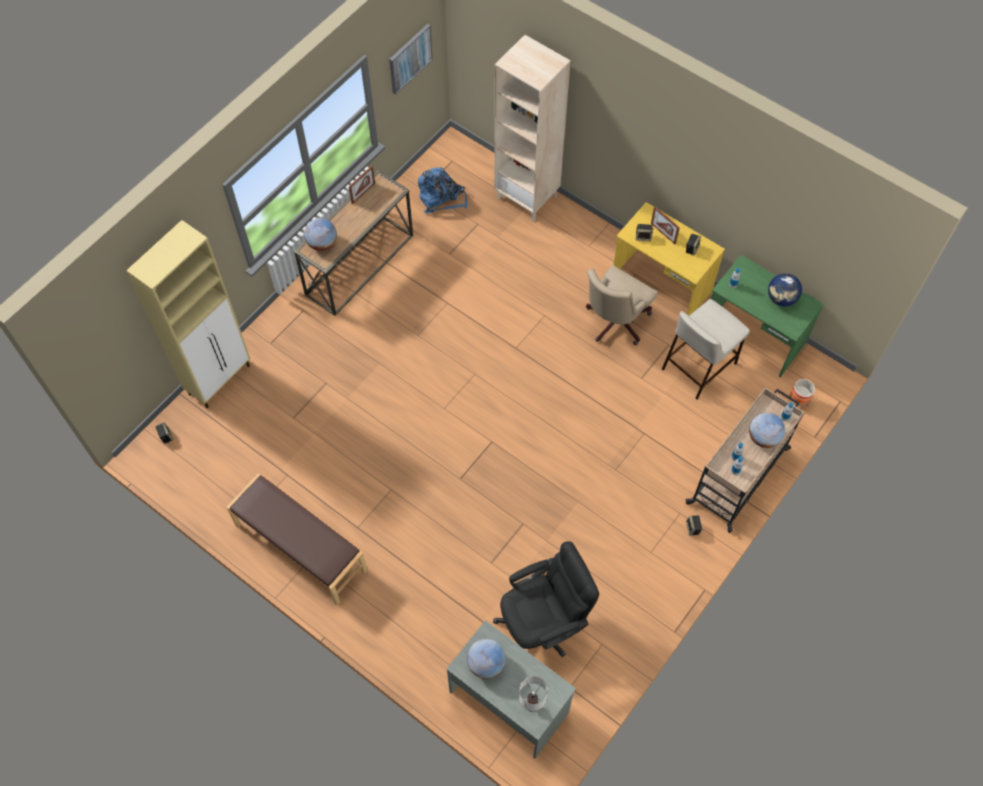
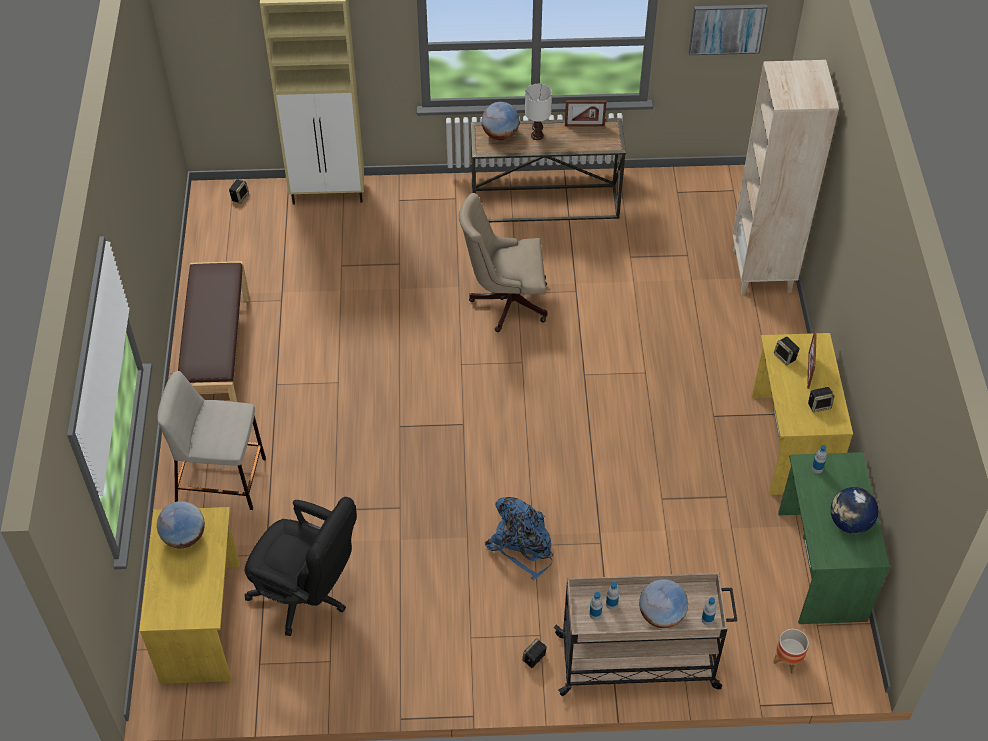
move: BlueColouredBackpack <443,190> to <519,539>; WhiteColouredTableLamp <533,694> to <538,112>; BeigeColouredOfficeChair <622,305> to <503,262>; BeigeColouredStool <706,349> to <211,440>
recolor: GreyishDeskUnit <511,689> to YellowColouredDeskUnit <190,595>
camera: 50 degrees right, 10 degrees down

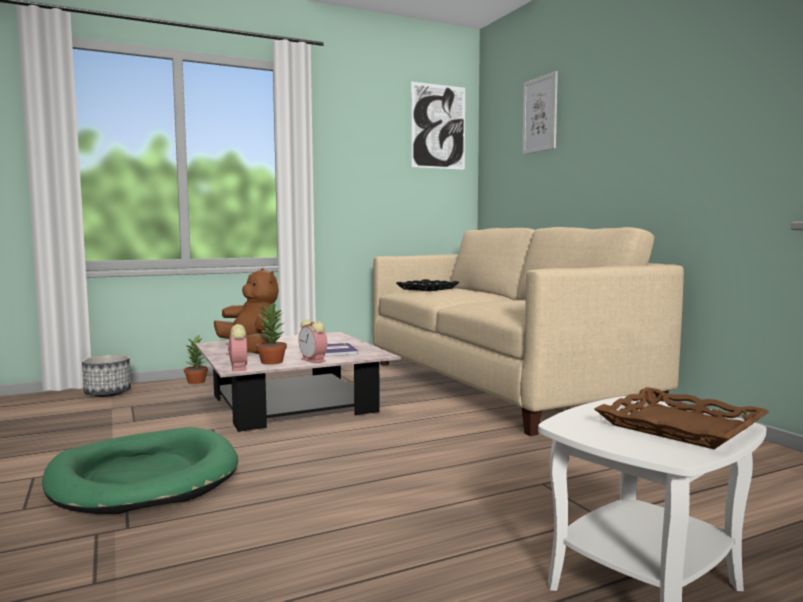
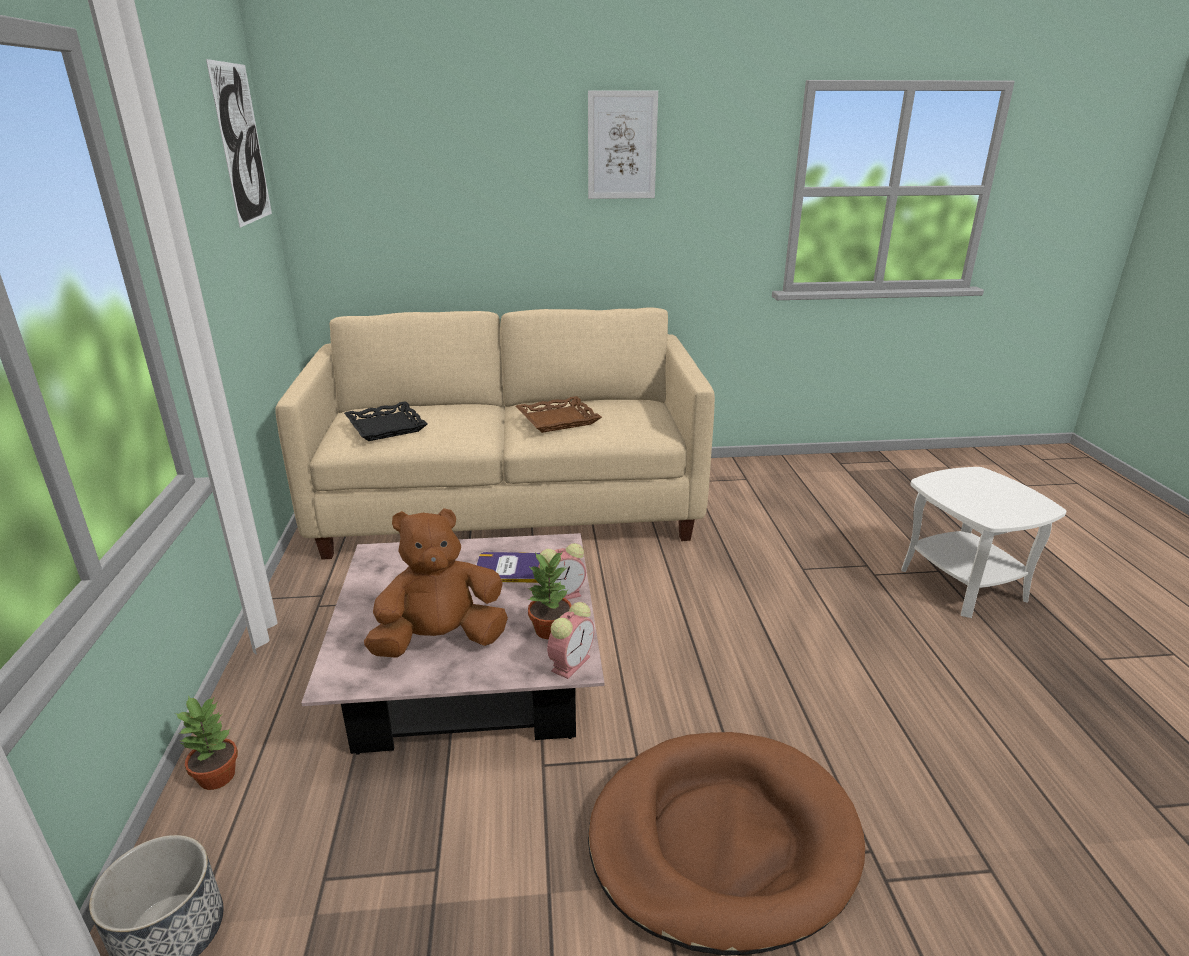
move: WallArt <540,113> to <623,144>; BrownColouredCarryingTray <682,418> to <559,414>
recolor: GreenishDogCushion <140,470> to BrownColouredDogCushion <726,844>
rotate: BedsideClock <237,348> = <570,640> 120 degrees clockwise
camera: 70 degrees left, 20 degrees up

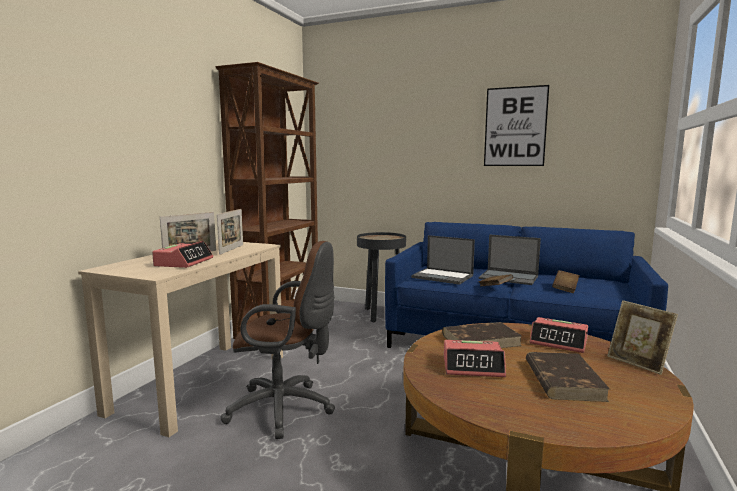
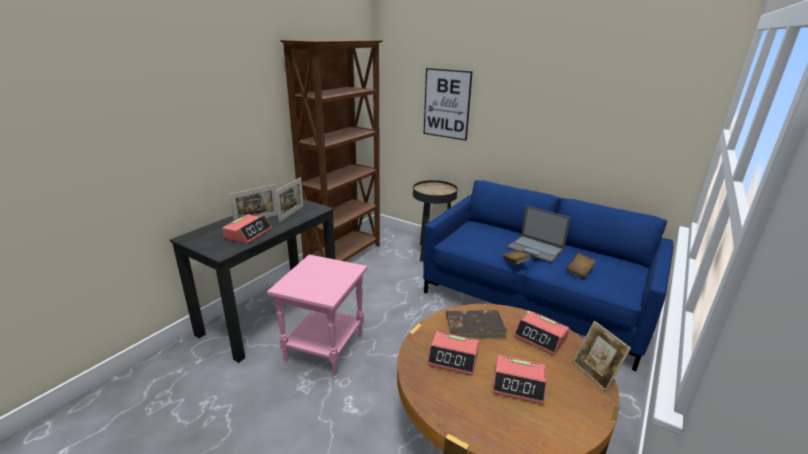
delete: Laptop <443,260>
move: WallArt <516,125> to <448,104>
replace: BrownColouredOfficeChair <277,340> to PinkColouredSideTable <317,315>; BrownColouredVolume <568,377> to BedsideClock <520,380>
recolor: BeigeColouredDeskUnit <180,338> to BlackDeskUnit <253,281>
camera: 10 degrees right, 15 degrees up

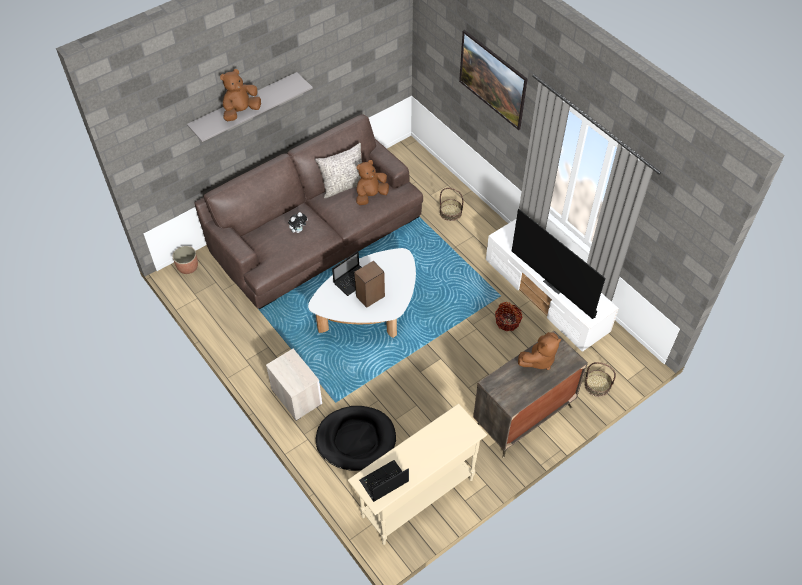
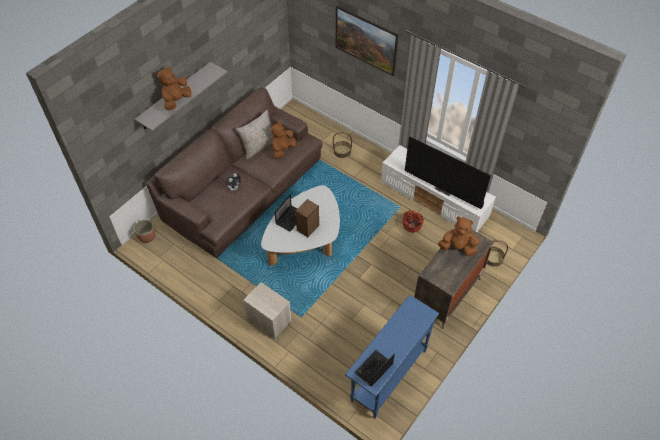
delete: BlackDogCushion <356,438>
recolor: BeigeColouredConsoleTable <417,474> to BlueColouredConsoleTable <392,357>
rotate: BrownColouredPlushToy <539,351> = <458,236> 120 degrees counterclockwise
camera: 15 degrees left, 0 degrees up

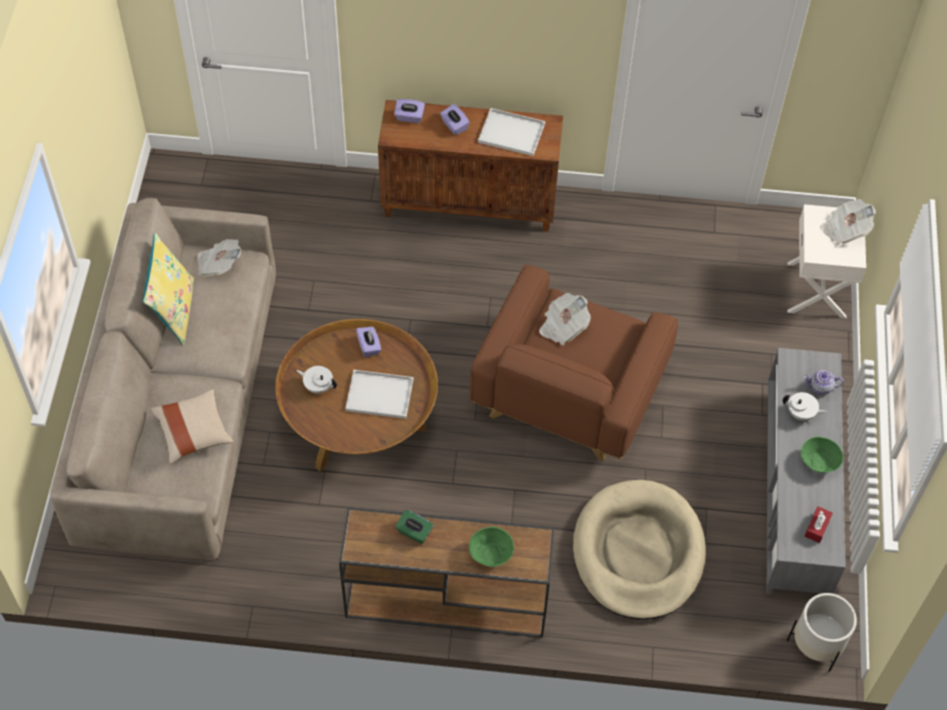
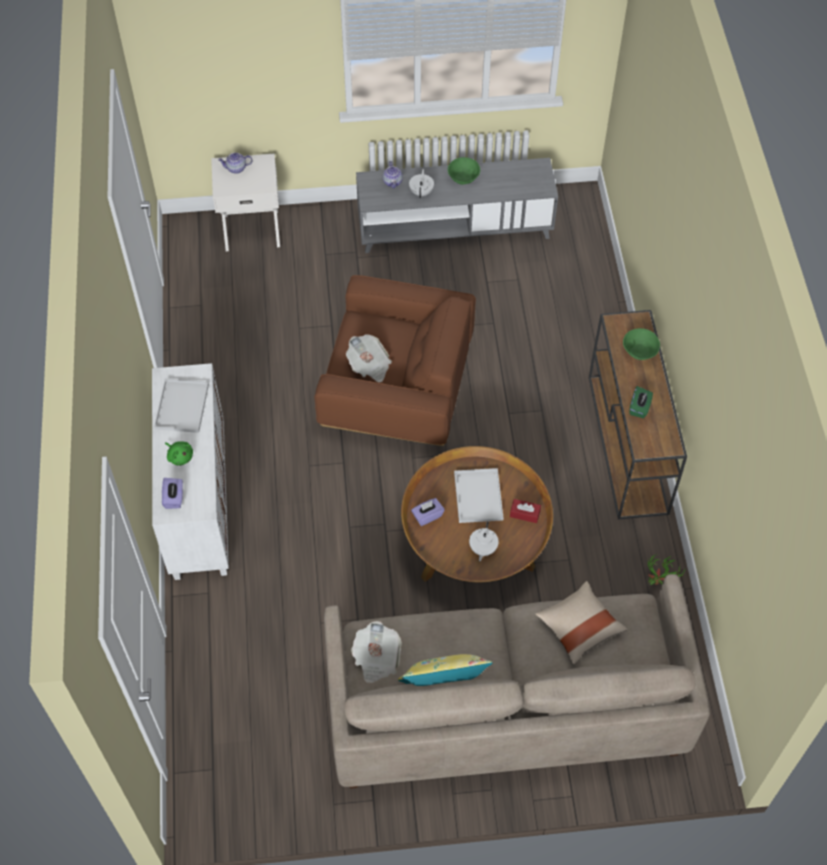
delete: BeigeColouredDogCushion <639,550>; WhiteColouredPlantPot <822,632>
insert: Houseplant <666,569>
move: ReddishTissueBox <819,524> to <525,511>
replace: PurpleTissueBox <455,119> to GreenishPlushToy <179,453>; DailyPaper <848,222> to TeaPot <235,163>
recolor: BrownColouredCupboard <470,166> to WhiteColouredCupboard <190,471>
camera: 100 degrees left, 0 degrees up

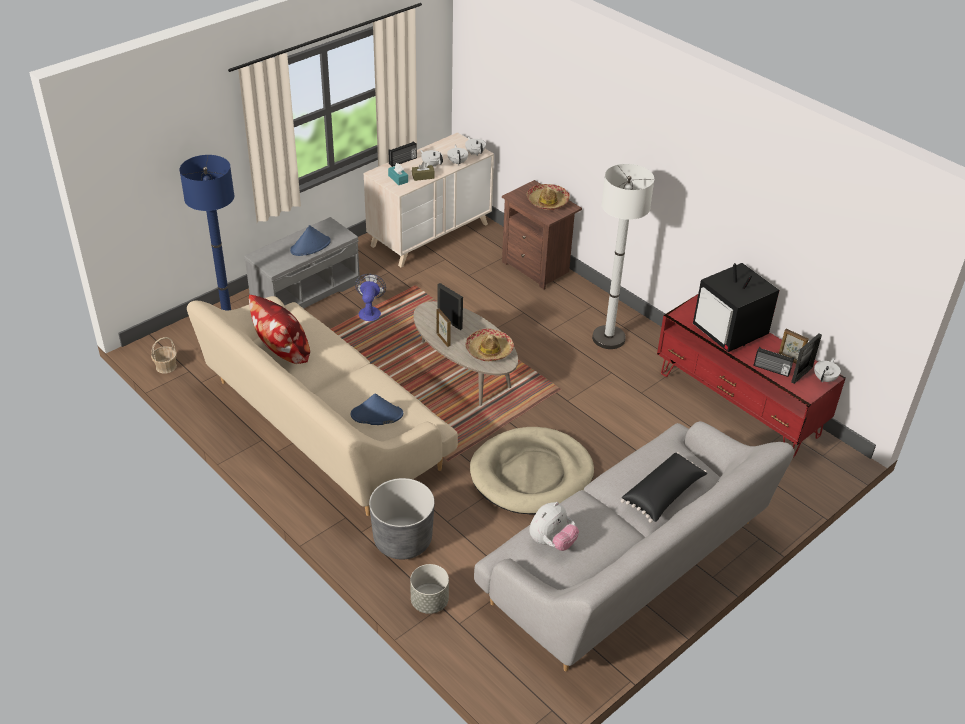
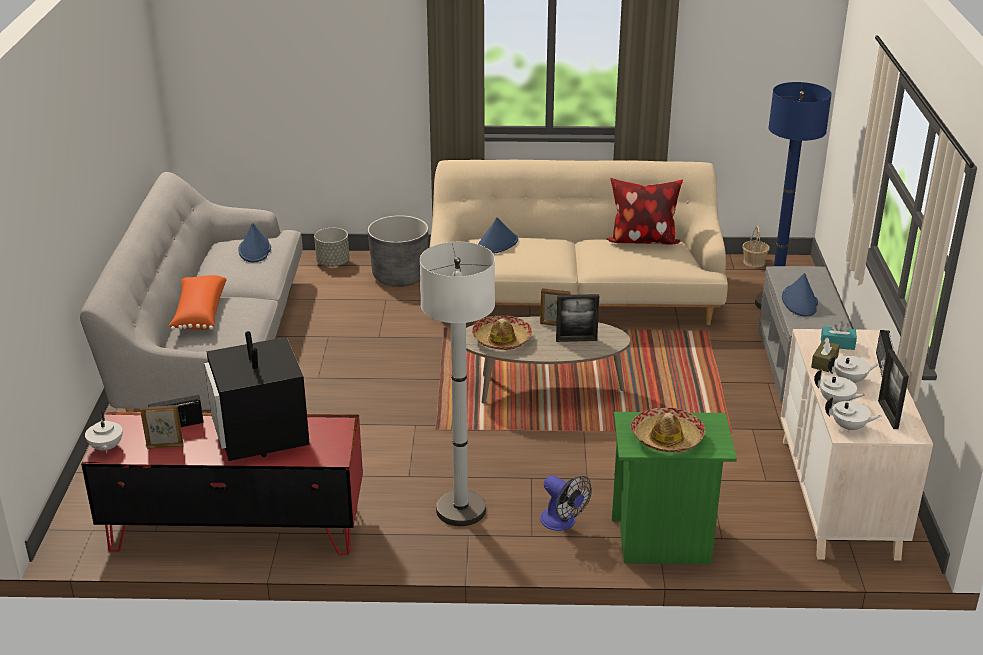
delete: BeigeColouredDogCushion <532,471>
move: Fan <370,297> to <566,503>; StandingFrame <806,358> to <893,389>
replace: PlushToy <554,526> to BlueColouredWearableHat <254,242>
recolor: BrownColouredNightstand <542,235> to GreenishNightstand <674,488>; BlackPillow <664,487> to OrangeyPillow <197,302>
rotate: TvSet <736,307> = <257,396> 120 degrees counterclockwise
camera: 135 degrees right, 10 degrees down

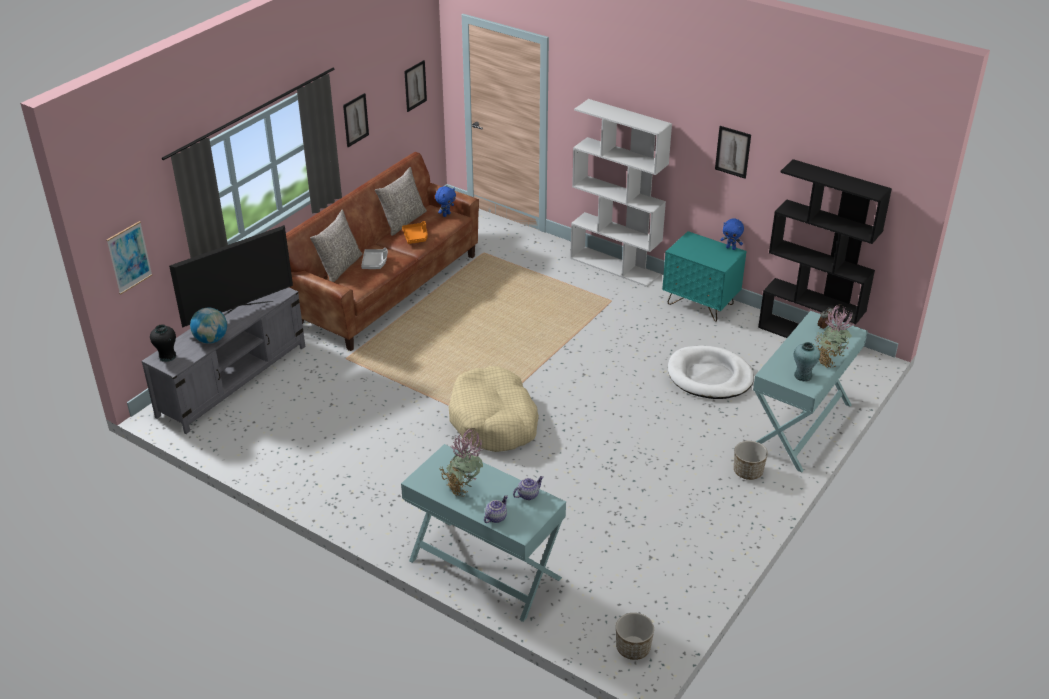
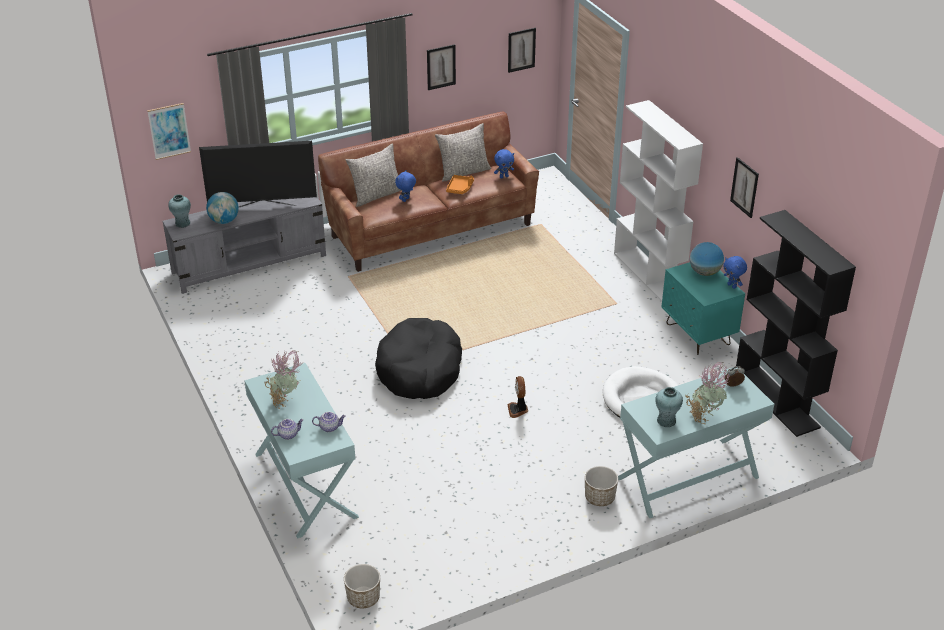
insert: Fan <517,397>; DeskGlobe <707,259>
replace: GreyishCarryingTray <374,258> to BlueColouredPlushToy <405,186>
recolor: BlackFlowerVase <163,343> to BlueGreenFlowerVase <179,211>; BeigeColouredDogCushion <494,409> to BlackDogCushion <418,358>
camera: 30 degrees right, 0 degrees up

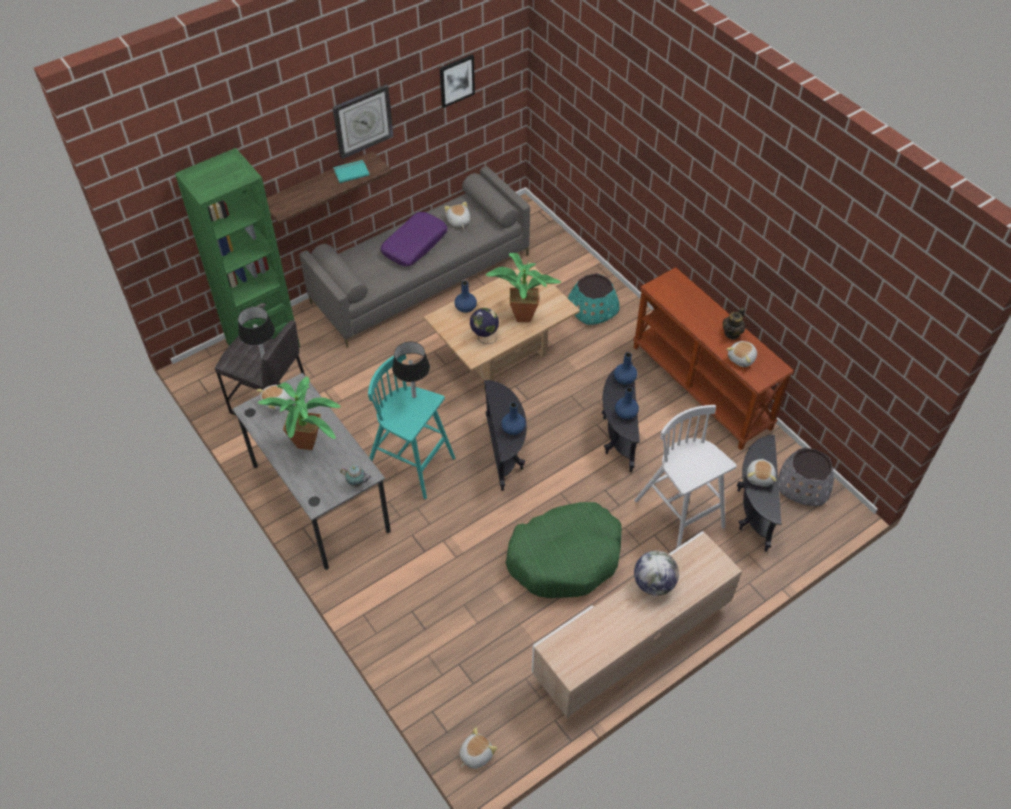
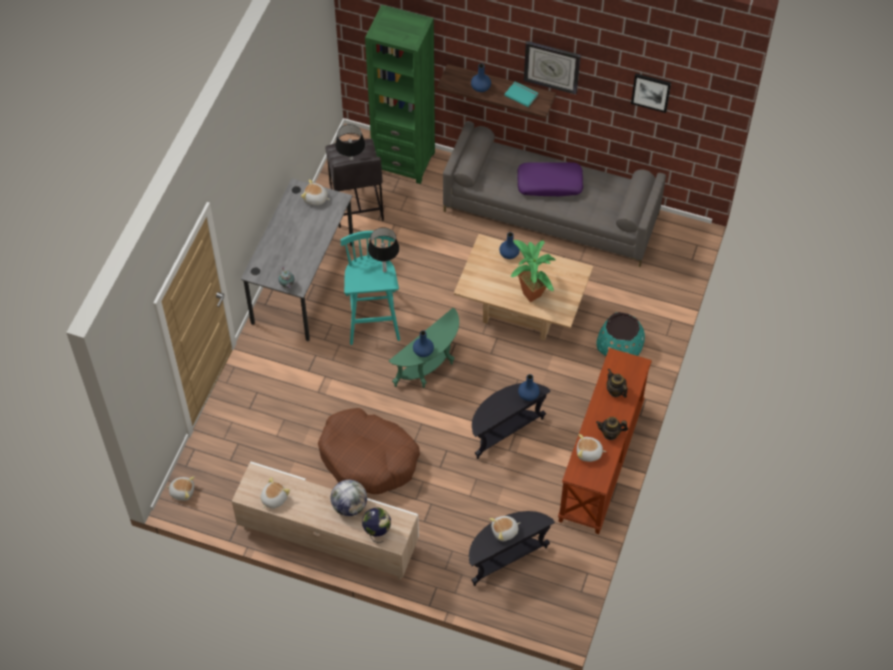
delete: Houseplant <299,413>; WhiteColouredStool <685,476>; GreyishPlantPot <806,477>
insert: TeaPot <617,383>
move: PlushToy <457,215> to <275,493>; DeskGlobe <484,325> to <376,525>; BlueColouredFlowerVase <627,403> to <481,78>
recolor: BlackSideTable <505,435> to GreenishSideTable <424,348>; GreenishDogCushion <563,550> to BrownColouredDogCushion <369,451>
camera: 55 degrees right, 5 degrees up

